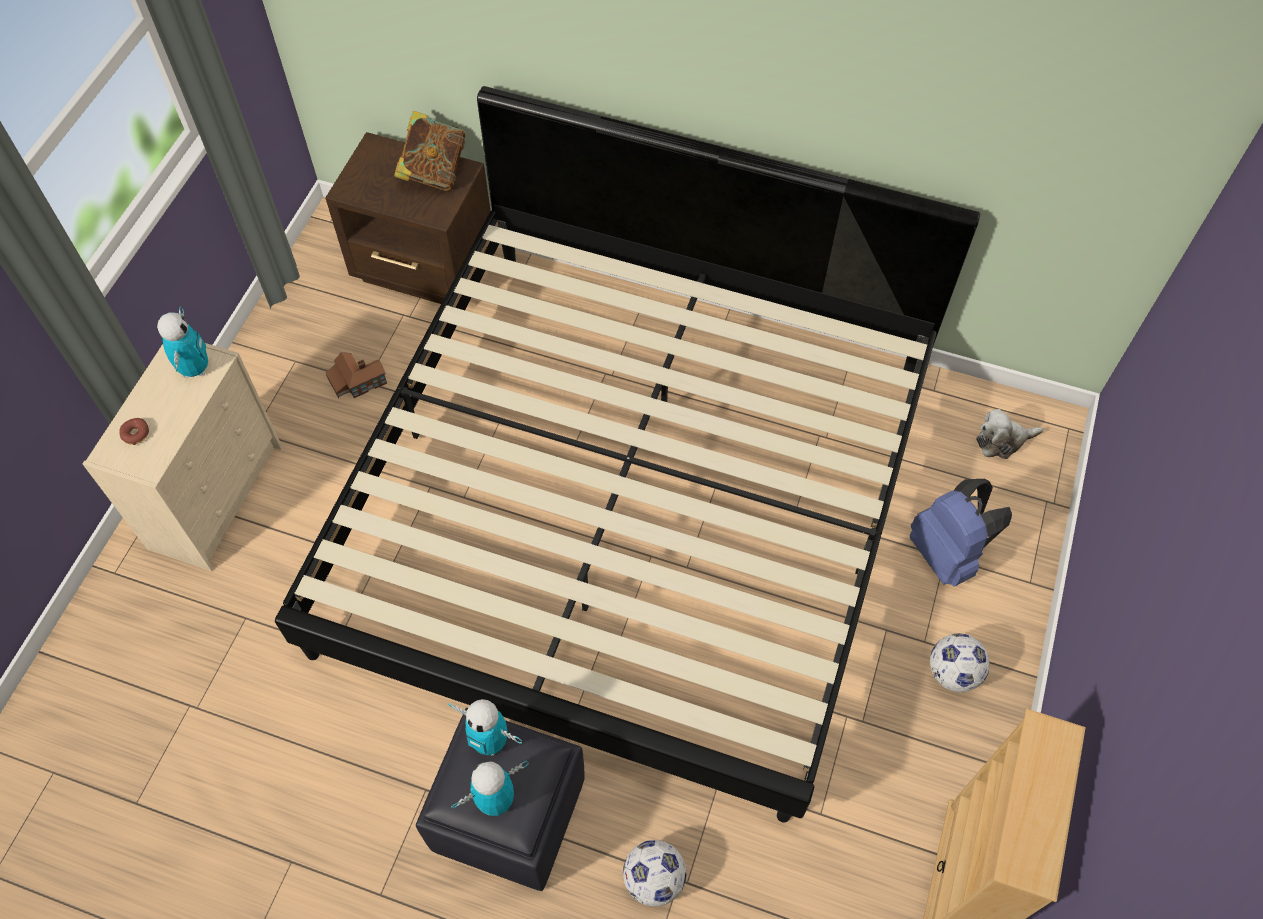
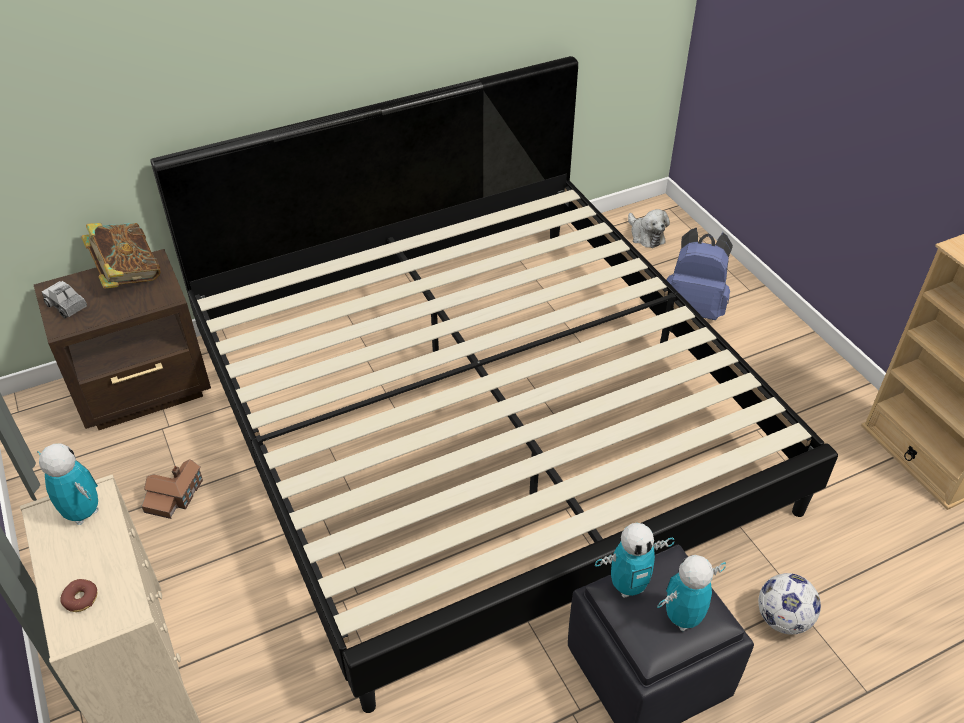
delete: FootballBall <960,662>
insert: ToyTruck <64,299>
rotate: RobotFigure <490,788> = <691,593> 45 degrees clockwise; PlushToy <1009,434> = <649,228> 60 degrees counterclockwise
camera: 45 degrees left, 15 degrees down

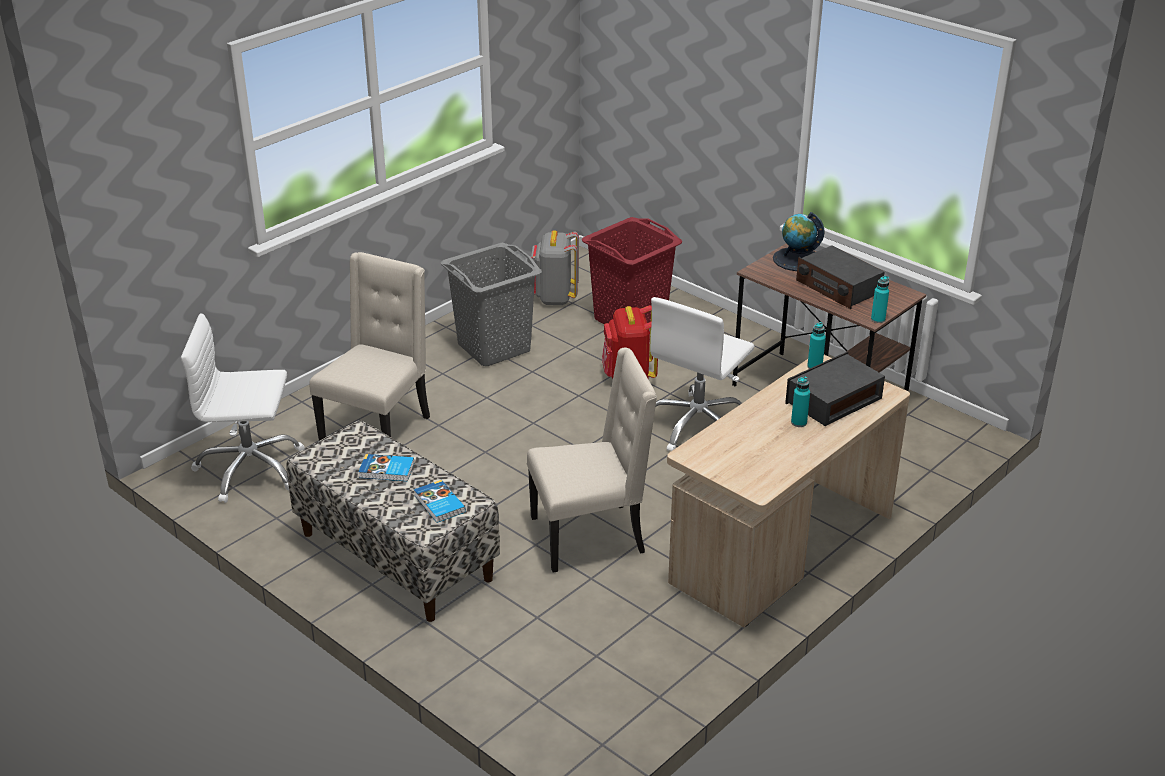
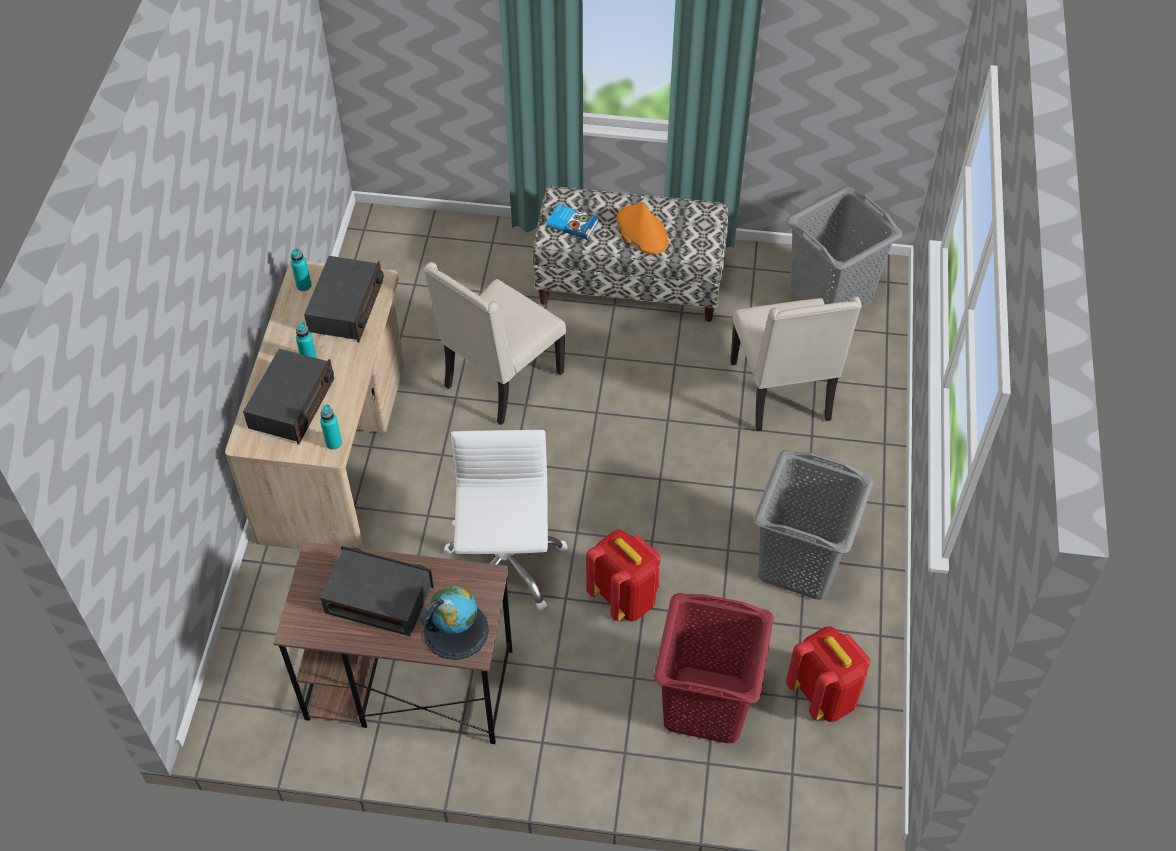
insert: RadioSet <344,299>
move: BlueGreenBeverageBottle <880,299> to <301,269>
replace: WhiteColouredOfficeChair <243,408> to GreyishHamper <844,248>; Volume <386,467> to OrangeyWearableHat <642,228>
recolor: GreyishBackpack <555,267> to ReddishBackpack <828,674>
camera: 145 degrees right, 20 degrees up

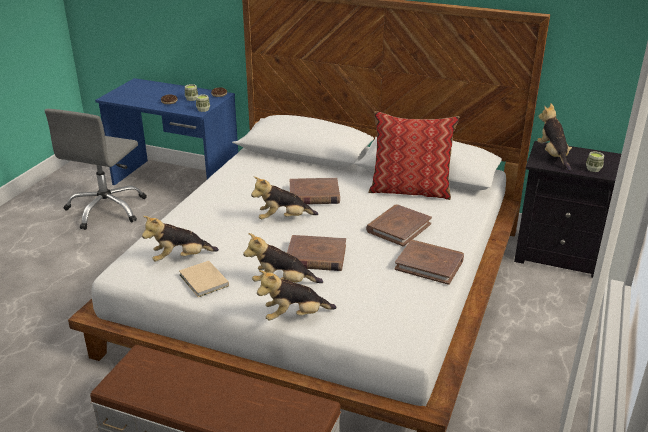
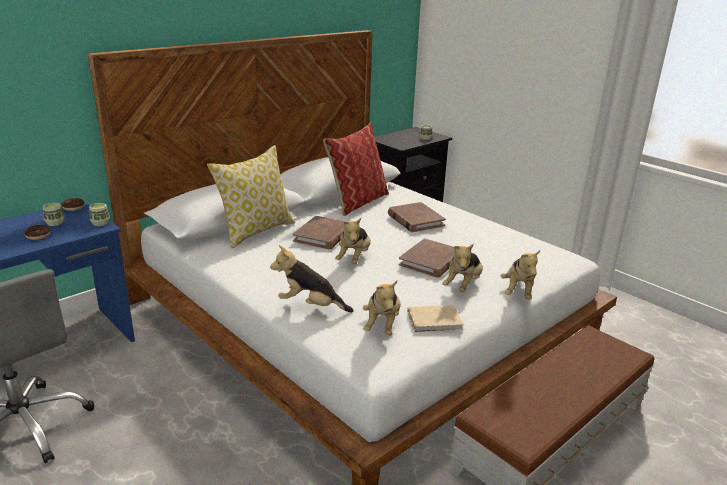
delete: BrownColouredVolume <429,262>
insert: Pillow <251,196>
move: PlushToy <554,137> to <312,279>
camera: 65 degrees left, 5 degrees down

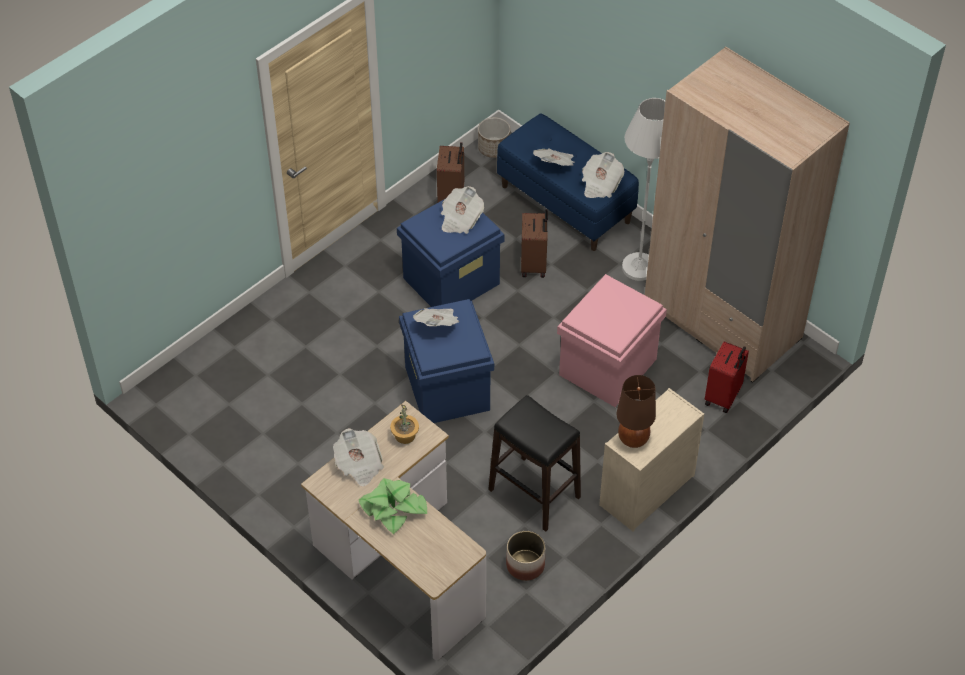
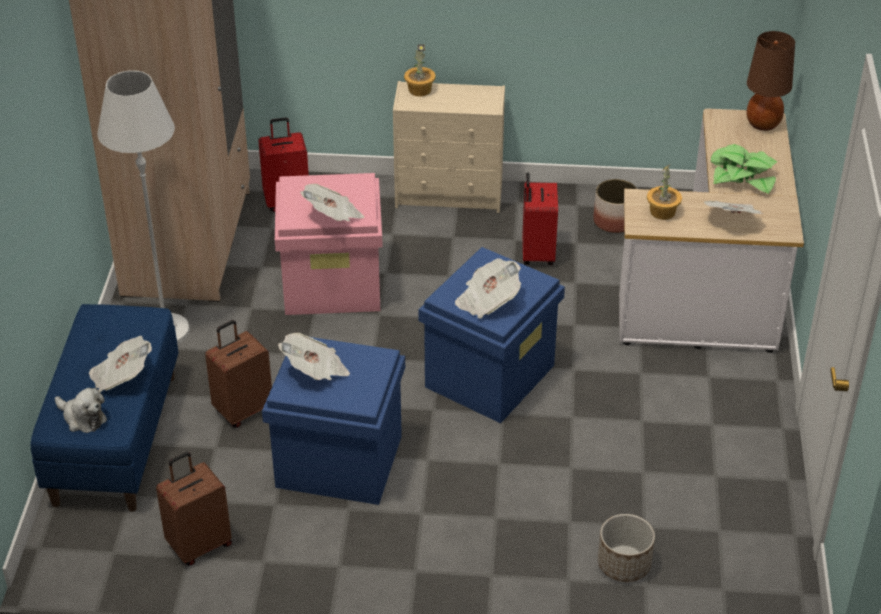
insert: PlushToy <81,410>; Houseplant <420,70>
move: PlantPot <494,137> to <626,548>; DailyPaper <603,175> to <332,202>; BrownColouredTableLamp <636,411> to <770,81>
replace: BlackStool <534,463> to ReddishSuitcase <540,219>
camera: 130 degrees left, 10 degrees down

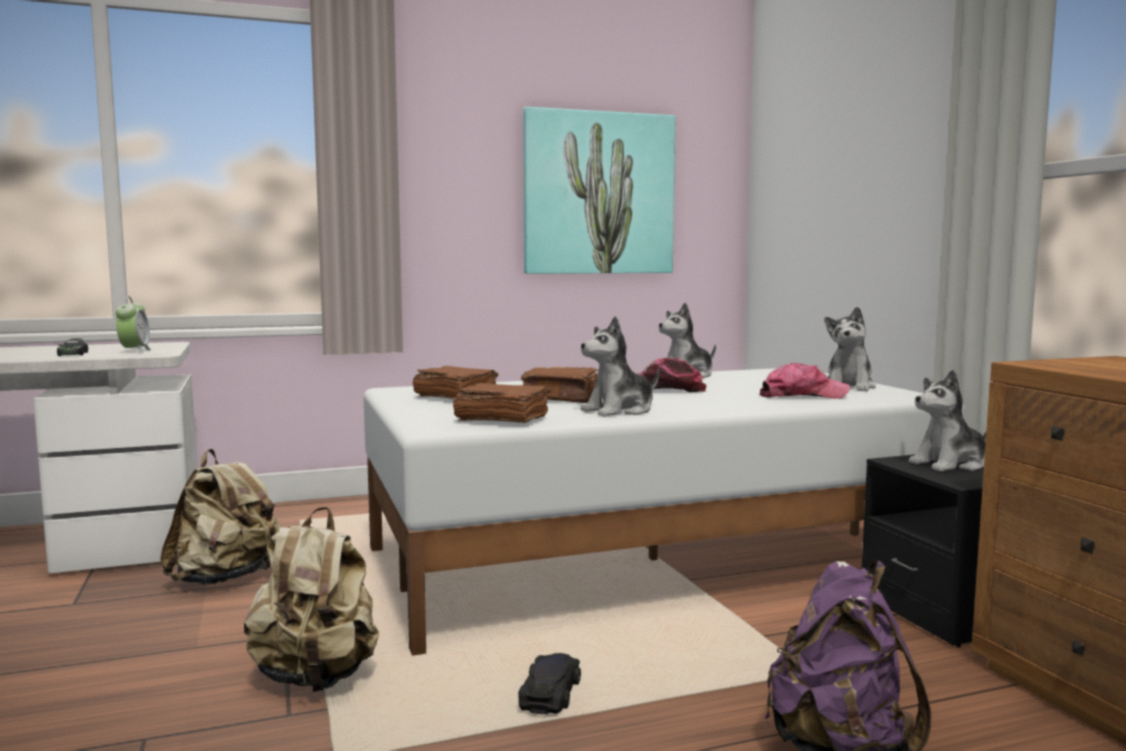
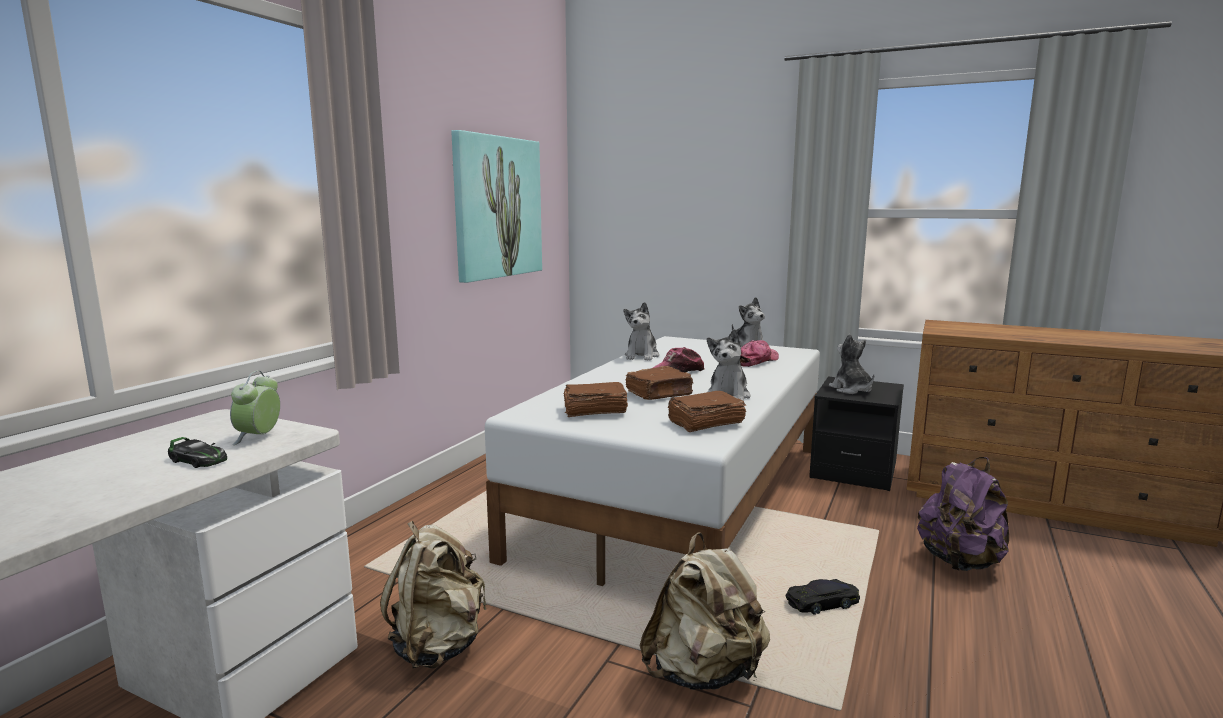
rotate: BedsideClock <134,325> = <255,407> 120 degrees counterclockwise; BlackToyCar <549,683> = <823,597> 105 degrees clockwise; PlushToy <947,420> = <851,364> 135 degrees clockwise
camera: 45 degrees left, 5 degrees up

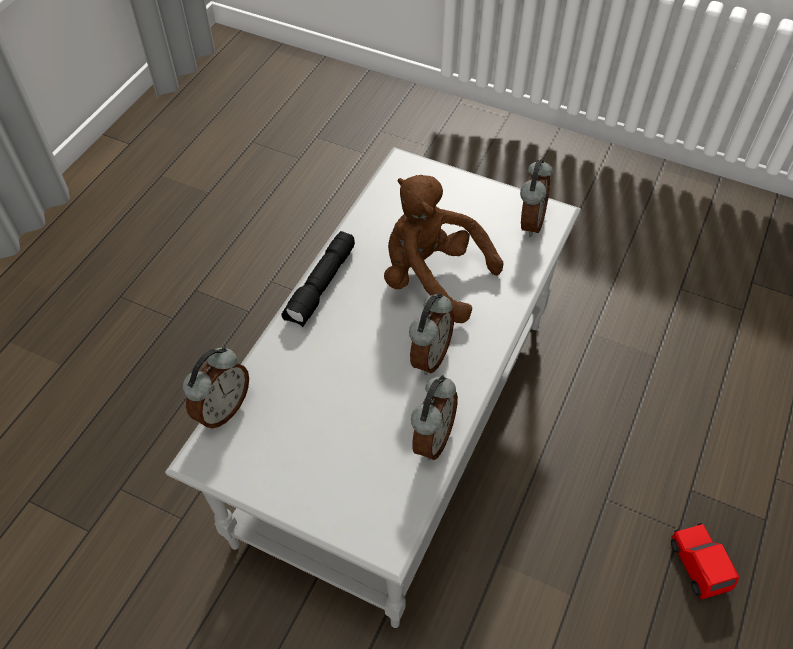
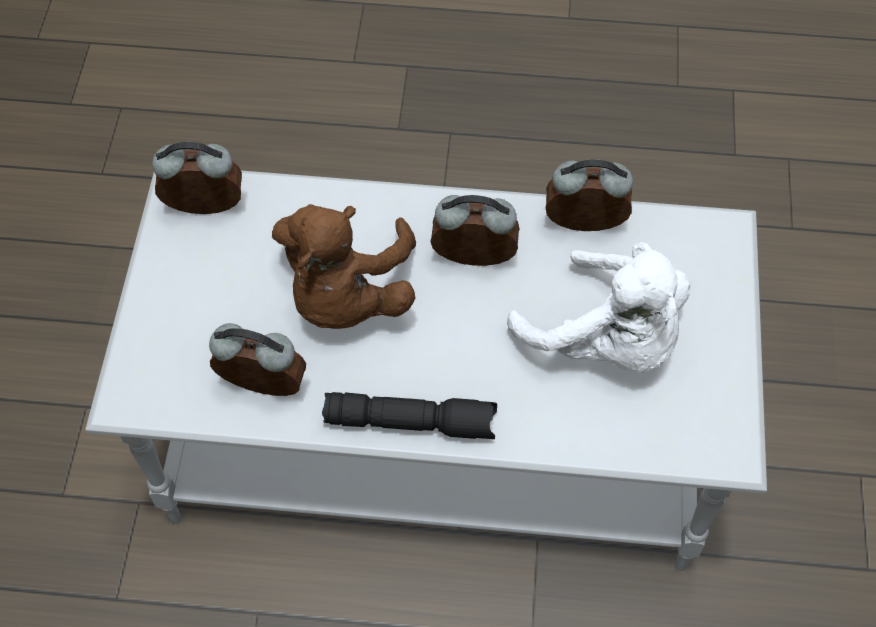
delete: ReddishToyCar <705,561>
insert: WhiteColouredPlushToy <598,307>
move: BedsideClock <215,388> to <257,359>
camera: 110 degrees left, 5 degrees up

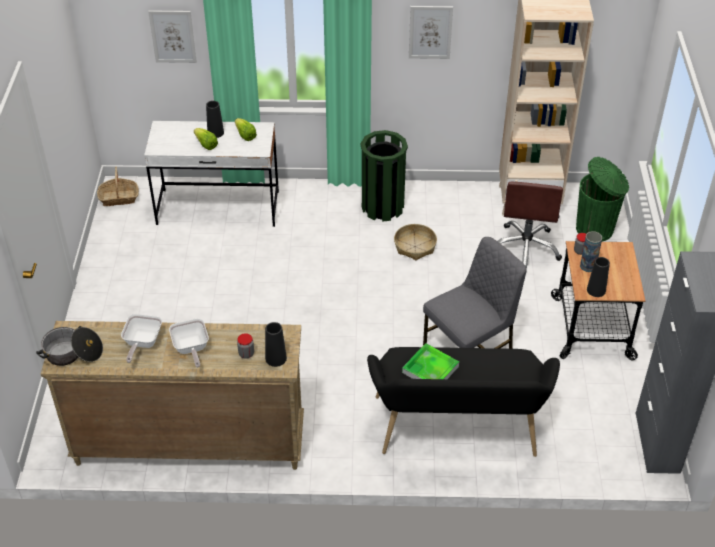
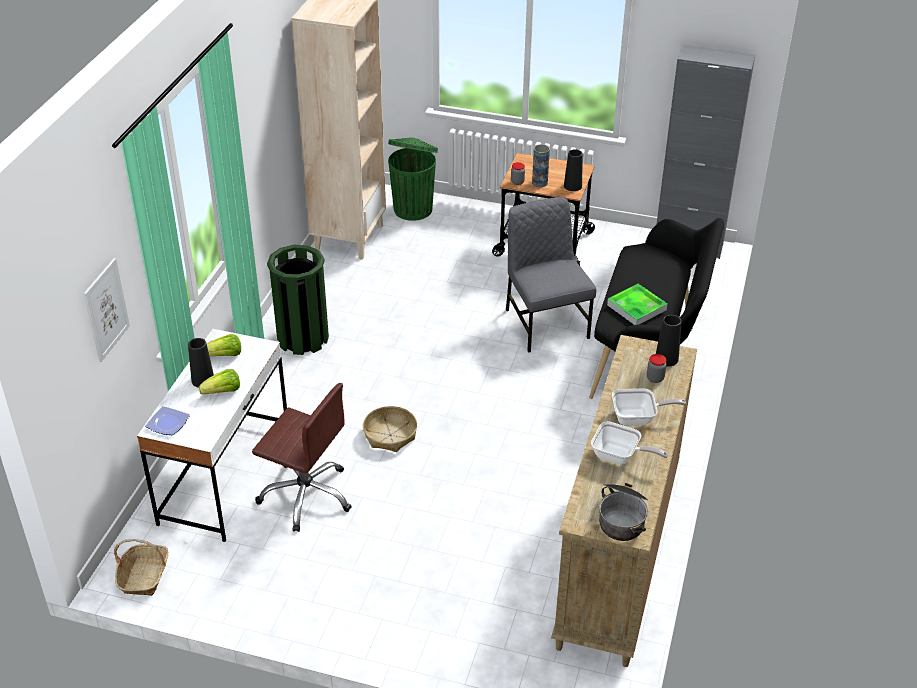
delete: WallArt <431,32>
insert: FlatDish <167,420>
move: StorageBasket <415,242> to <390,429>; BrownColouredOfficeChair <530,226> to <302,457>
camera: 75 degrees left, 5 degrees down

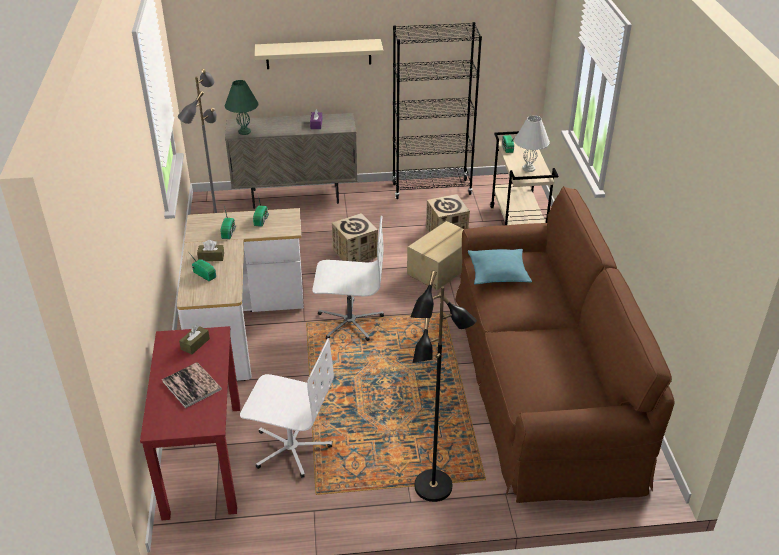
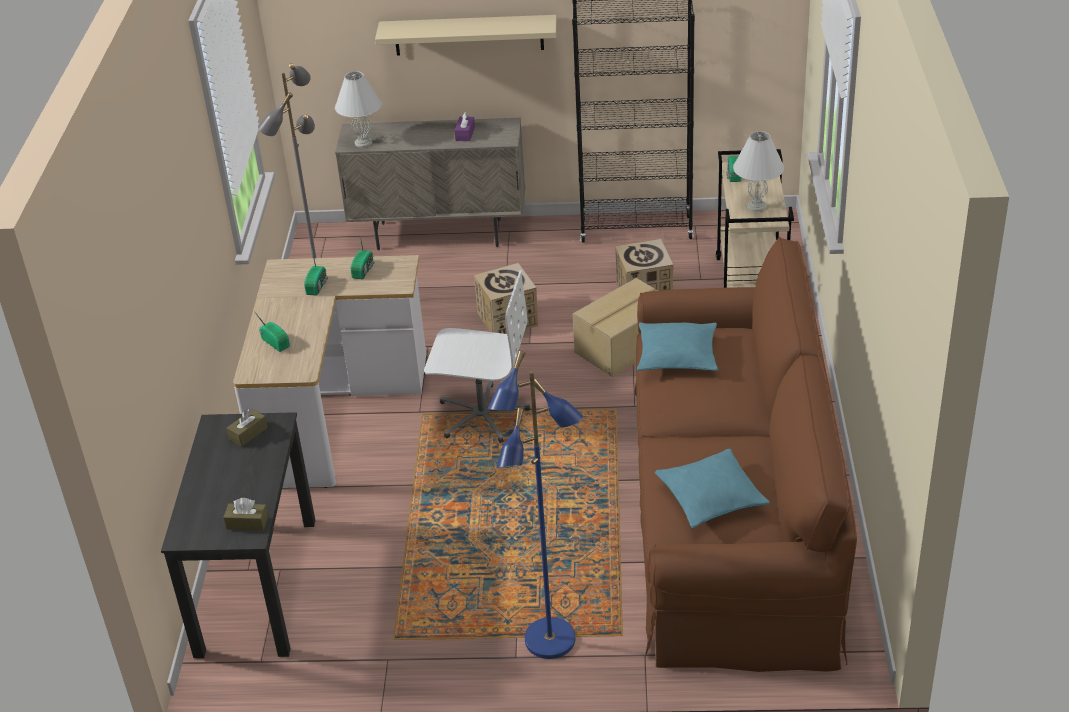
delete: Volume <192,385>; WhiteColouredOfficeChair <287,408>
insert: BlueGreenPillow <712,488>
move: BrownColouredTissueBox <210,250> to <245,514>
recolor: ReddishDeskUnit <190,423> to BlackDeskUnit <238,535>; GreenishTableLamp <242,107> to WhiteColouredTableLamp <358,109>; BlackStandingLamp <443,386> to BlueColouredStandingLamp <535,505>
camera: 10 degrees right, 0 degrees up

